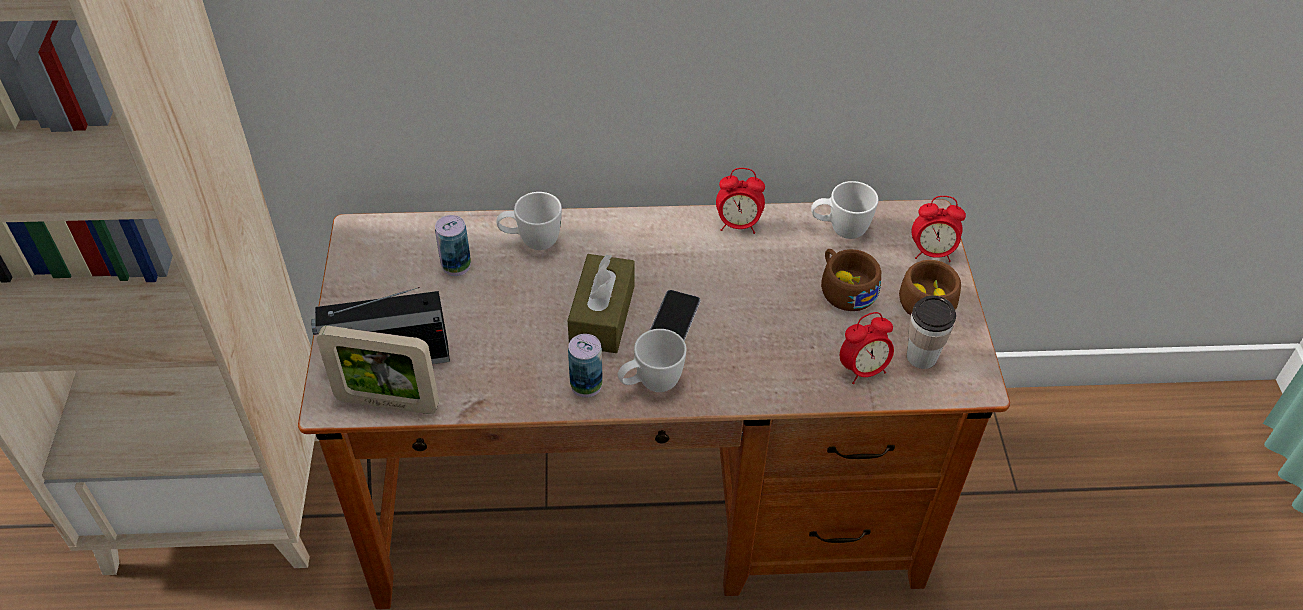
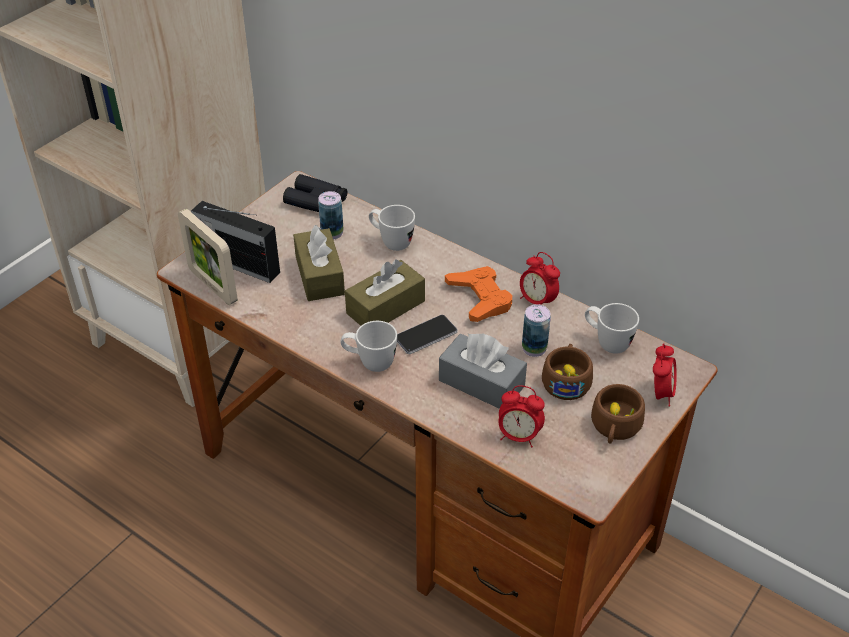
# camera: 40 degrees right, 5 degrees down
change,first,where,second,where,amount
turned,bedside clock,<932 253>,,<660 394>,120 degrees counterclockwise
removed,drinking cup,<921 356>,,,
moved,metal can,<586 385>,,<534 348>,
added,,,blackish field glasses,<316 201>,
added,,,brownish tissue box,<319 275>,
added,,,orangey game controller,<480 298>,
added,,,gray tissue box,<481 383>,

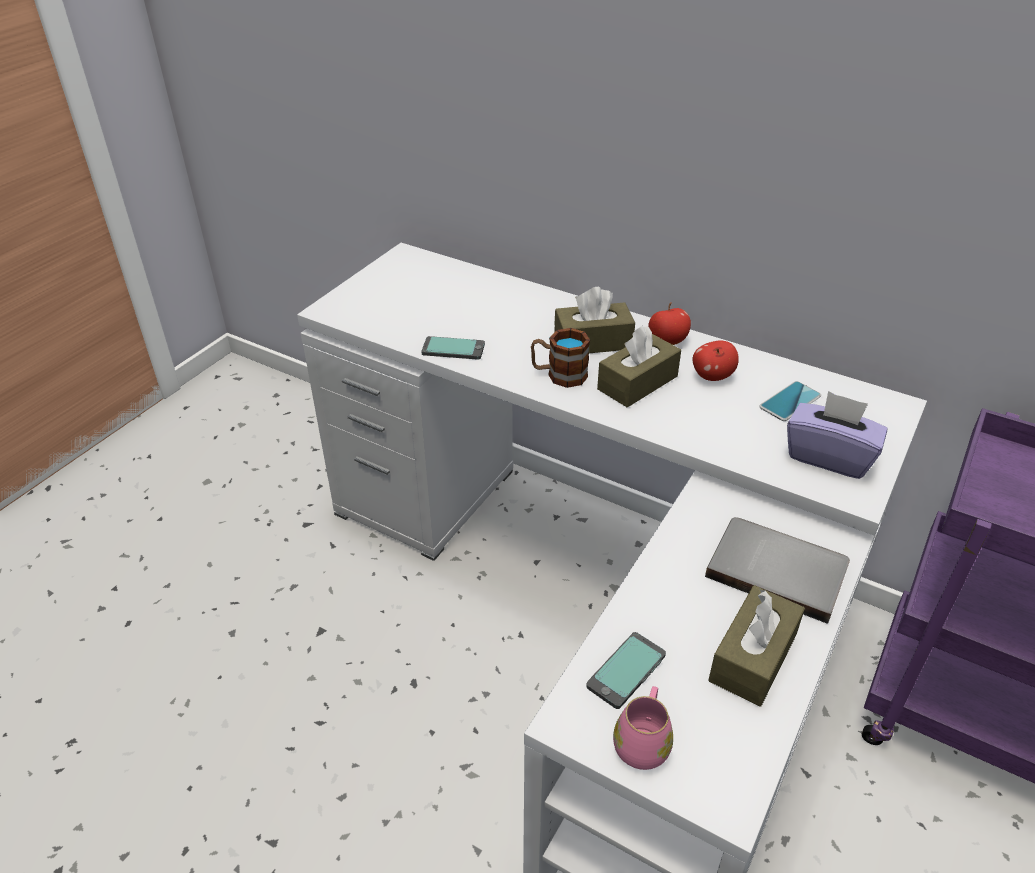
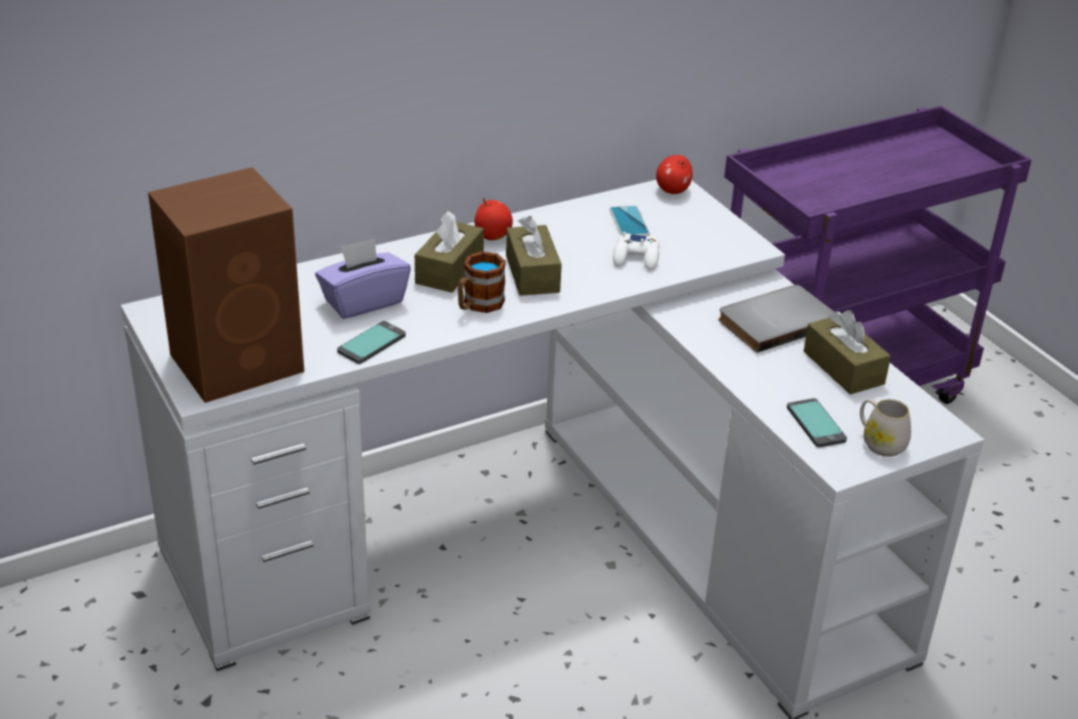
# camera: 60 degrees left, 5 degrees down
change,first,where,second,where,amount
moved,apple,<712 376>,,<672 191>,
moved,purple tissue box,<829 456>,,<363 301>,
recoloured,pinkish coffee mug,<643 741>,white-coloured coffee mug,<879 443>,
added,,,brownish speaker,<240 362>,
added,,,white-coloured game controller,<636 257>,

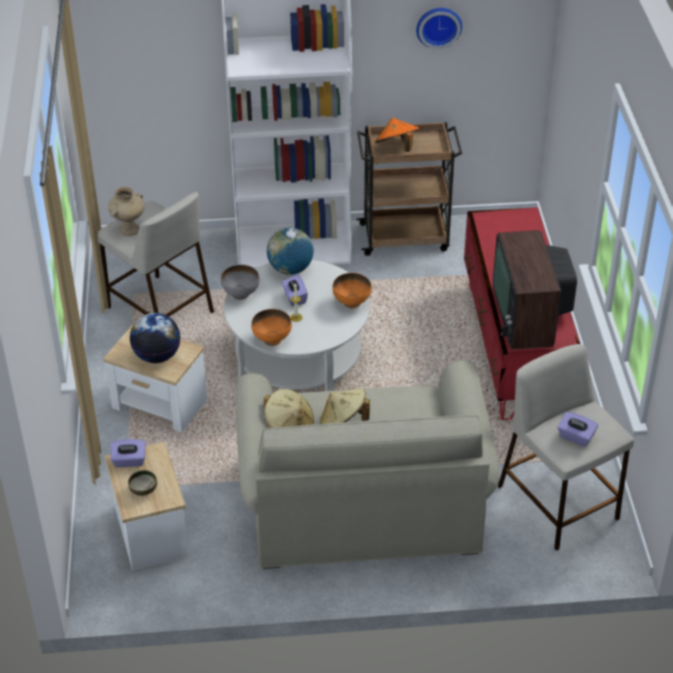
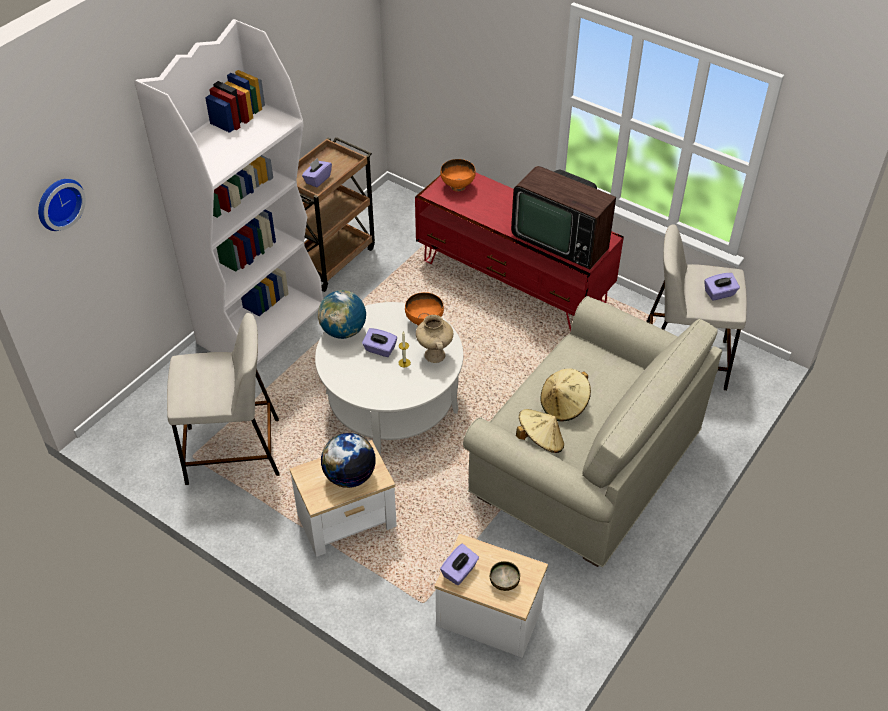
# camera: 50 degrees left, 5 degrees up
change,first,where,second,where,amount
moved,clock on the wall,<438 26>,,<58 203>,
replaced,orangey wearable hat,<397 147>,purple tissue box,<317 179>,
moved,sand-coloured flower vase,<129 229>,,<434 355>,
removed,gray serving bowl,<241 294>,,,
moved,orangey serving bowl,<272 339>,,<457 186>,

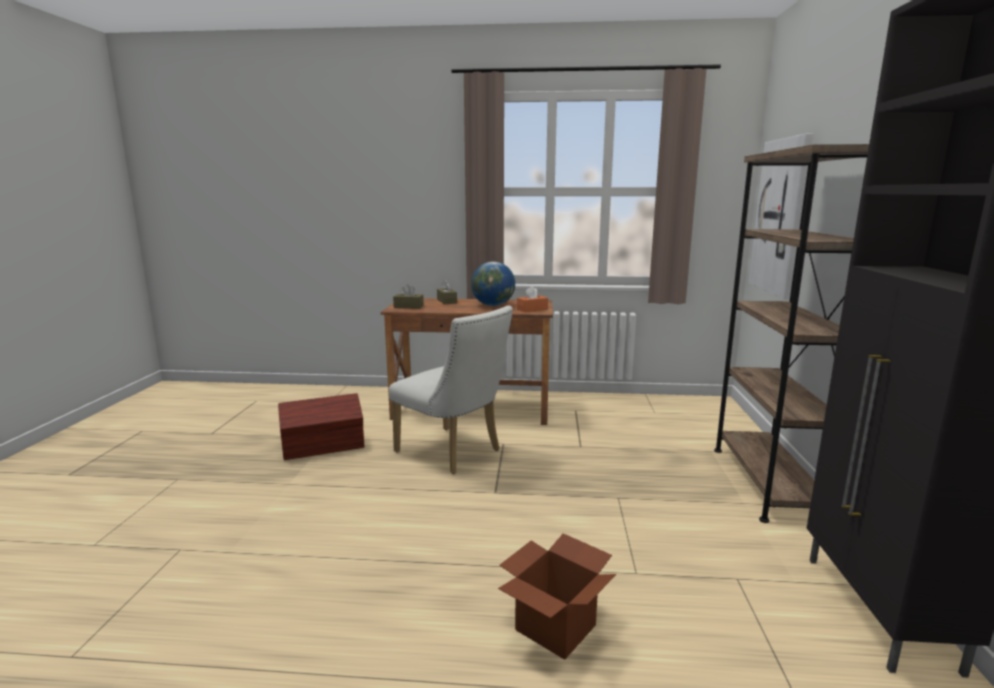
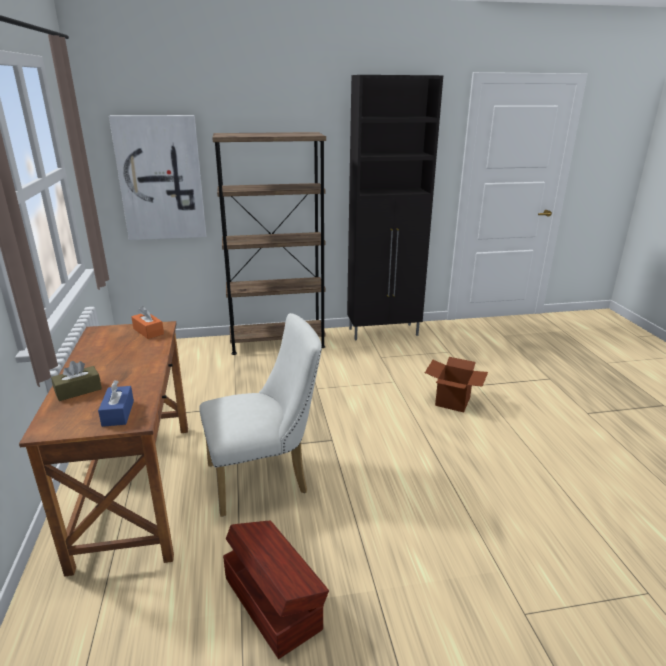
# camera: 105 degrees left, 10 degrees up
change,first,where,second,where,amount
removed,world globe,<493 305>,,,
recoloured,brownish tissue box,<408 307>,blue tissue box,<118 413>,
turned,white-coloured plain chair,<454 453>,,<265 478>,45 degrees clockwise

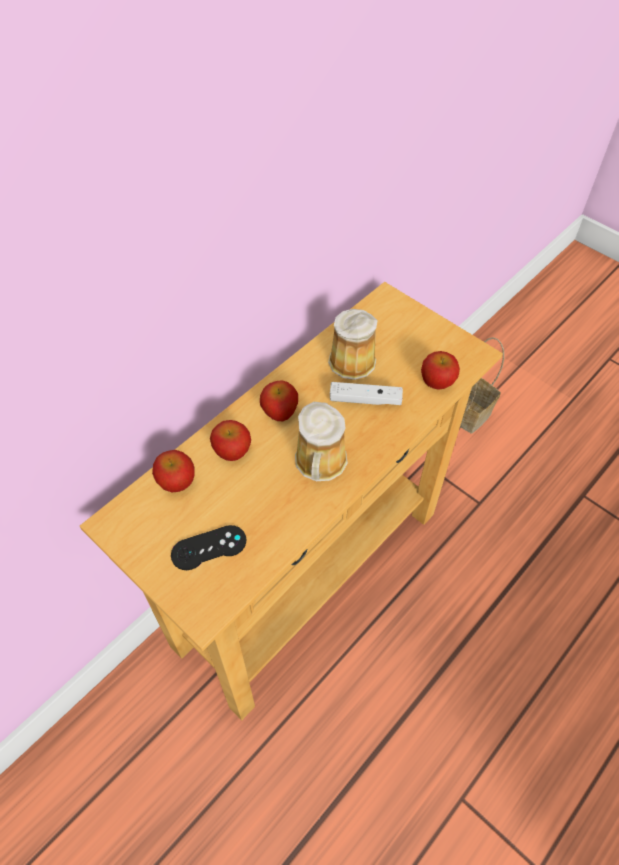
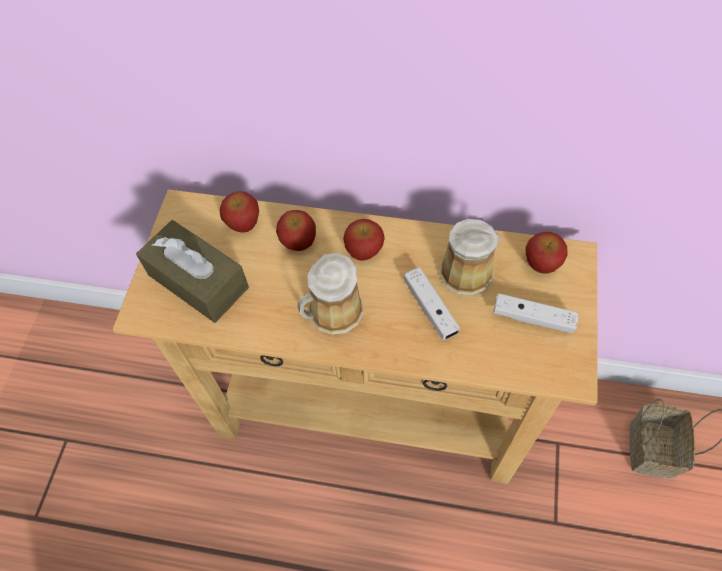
# camera: 60 degrees right, 5 degrees up
change,first,where,second,where,amount
moved,apple,<437 382>,,<541 264>,
replaced,blackish game controller,<209 548>,brownish tissue box,<198 281>,
added,,,white-coloured game controller,<533 318>,

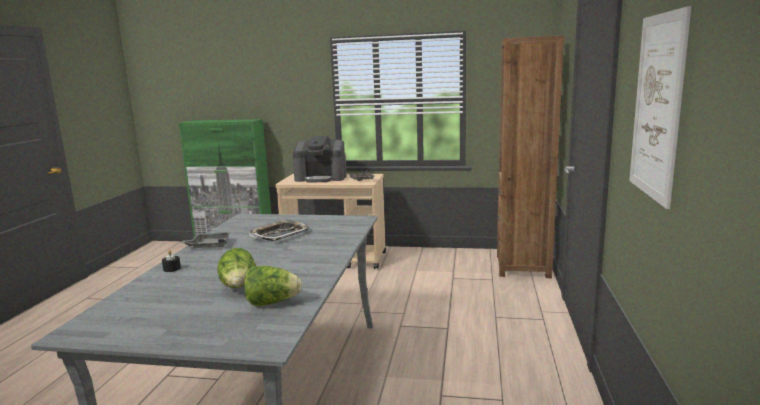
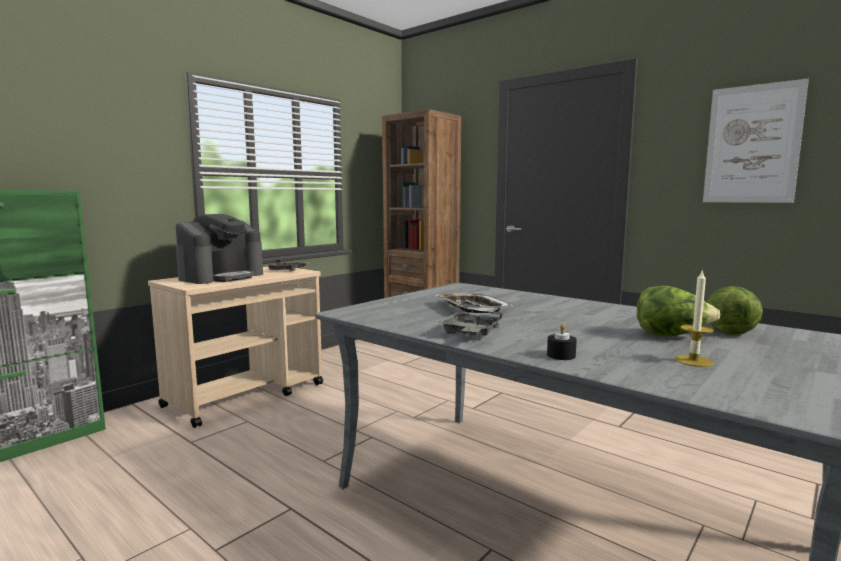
# camera: 60 degrees left, 5 degrees down
change,first,where,second,where,amount
added,,,candle,<693 361>,

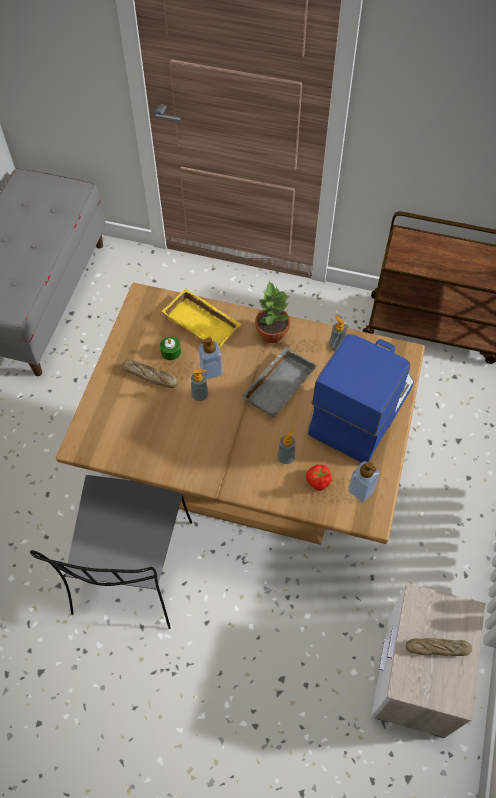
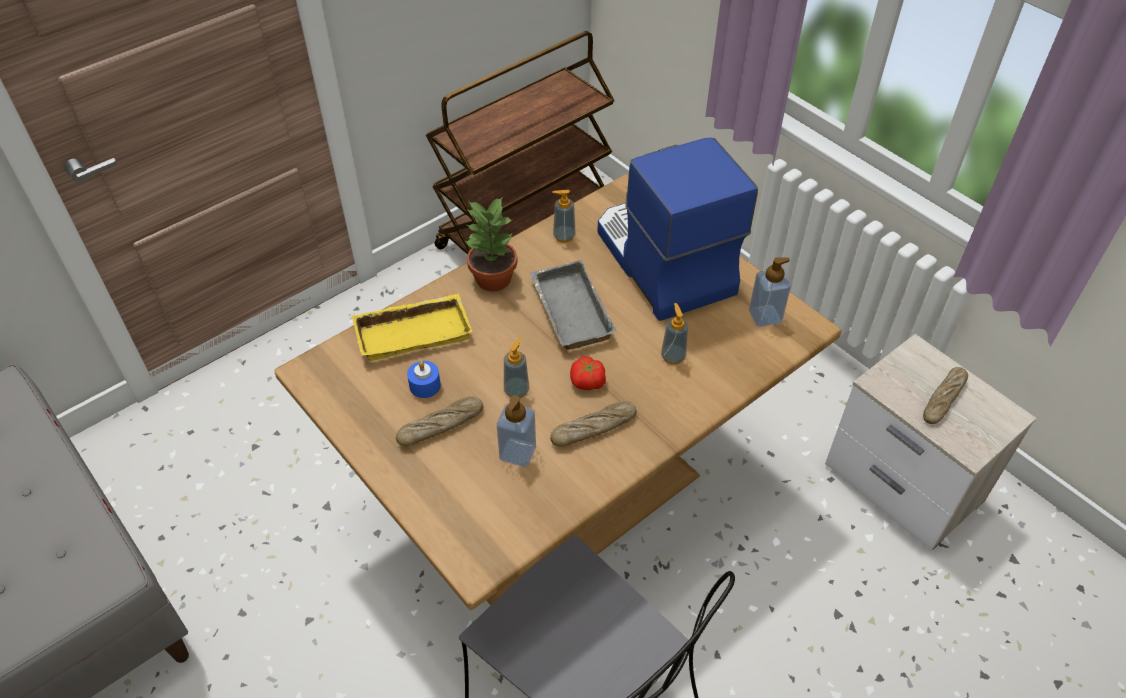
# camera: 55 degrees left, 10 degrees down
change,first,where,second,where,amount
recoloured,green-coloured candle,<171 352>,blue candle,<425 385>,
moved,liquid soap bottle,<211 370>,,<517 452>,
moved,whole tomato,<318 481>,,<587 382>,
added,,,baked bread,<593 428>,

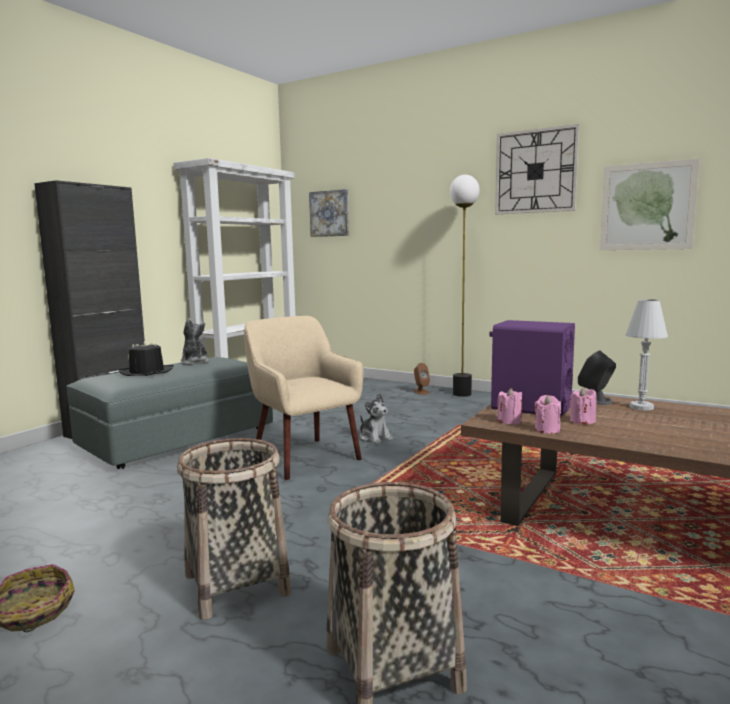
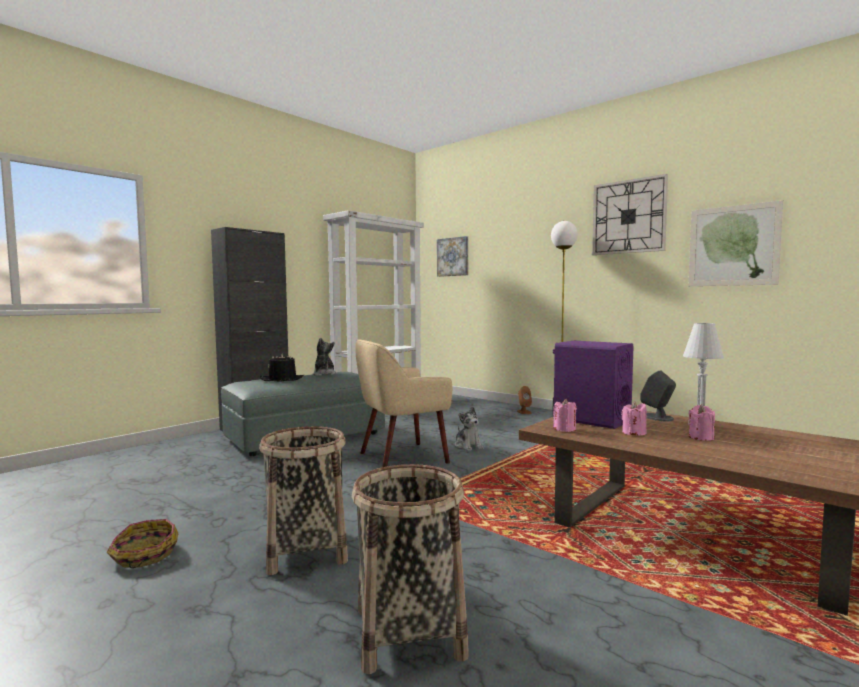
# camera: 10 degrees right, 5 degrees down
change,first,where,second,where,amount
turned,sand-coloured easy chair,<304 457>,,<401 457>,90 degrees counterclockwise
moved,pinkish candle,<547 430>,,<701 437>,

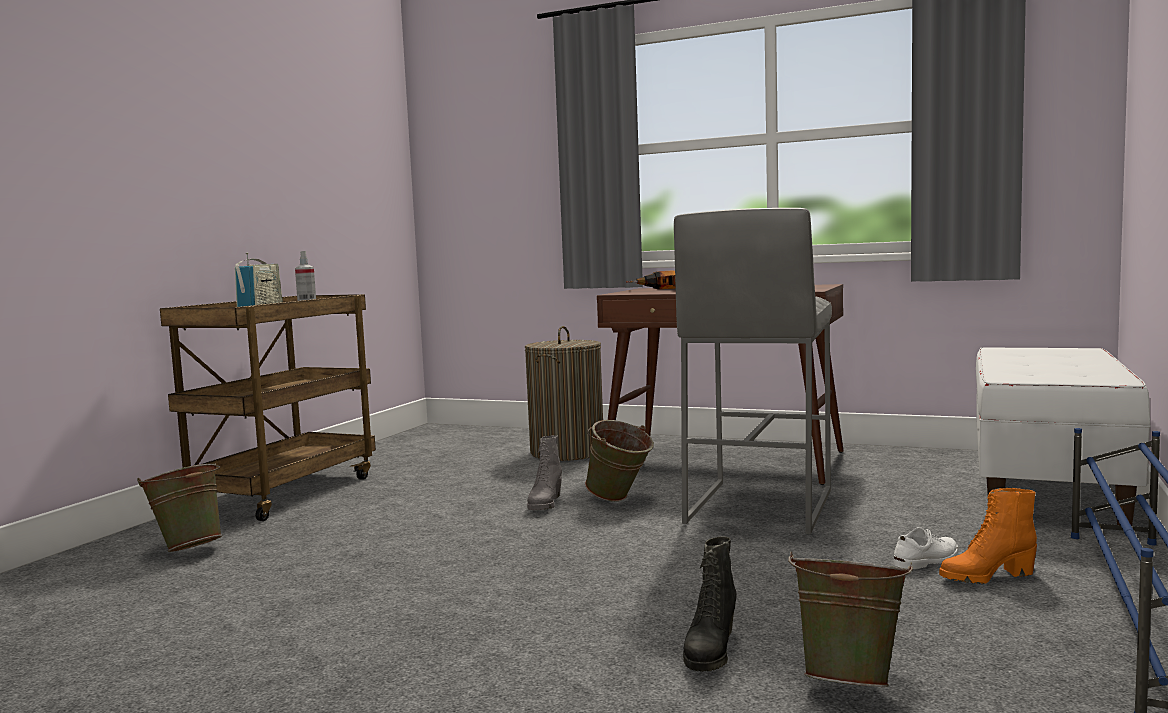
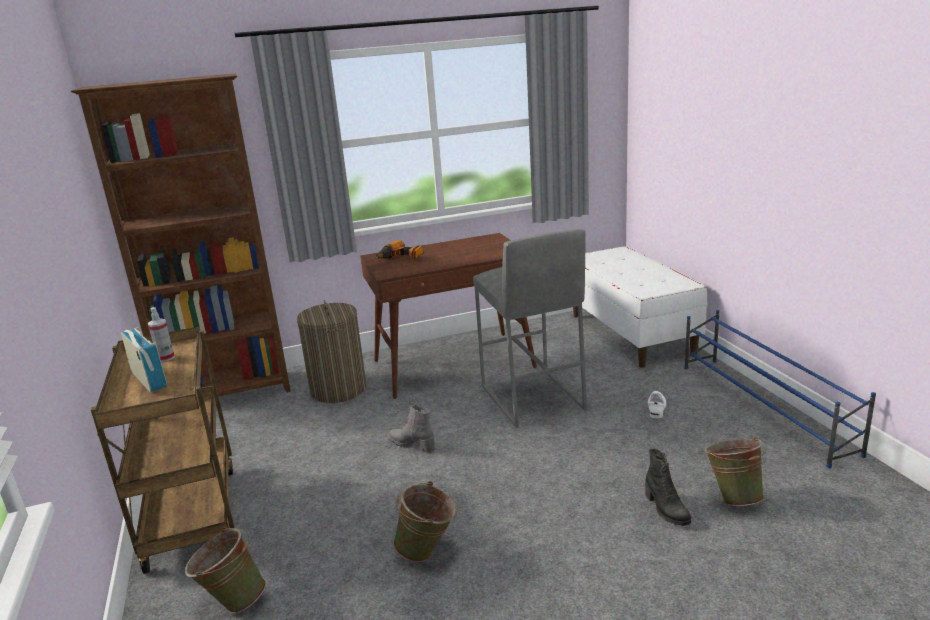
# camera: 40 degrees left, 15 degrees up
change,first,where,second,where,amount
moved,green-coloured pail,<619 500>,,<429 552>,
turned,gray boot,<545 504>,,<412 444>,150 degrees clockwise
removed,orangey boot,<986 577>,,,
added,,,brownish shelving unit,<230 394>,

